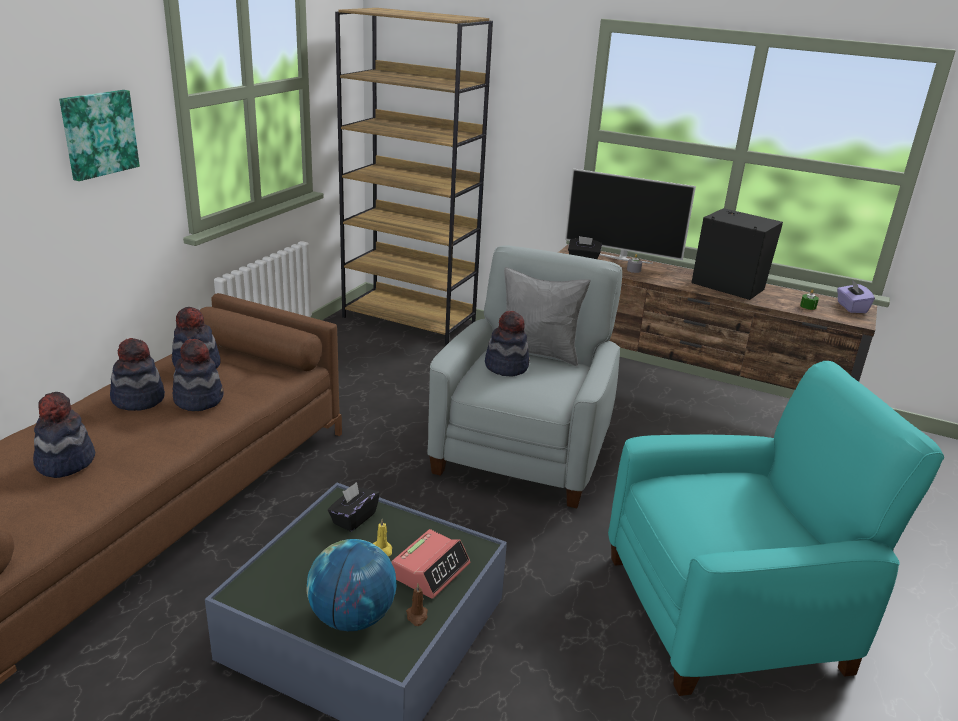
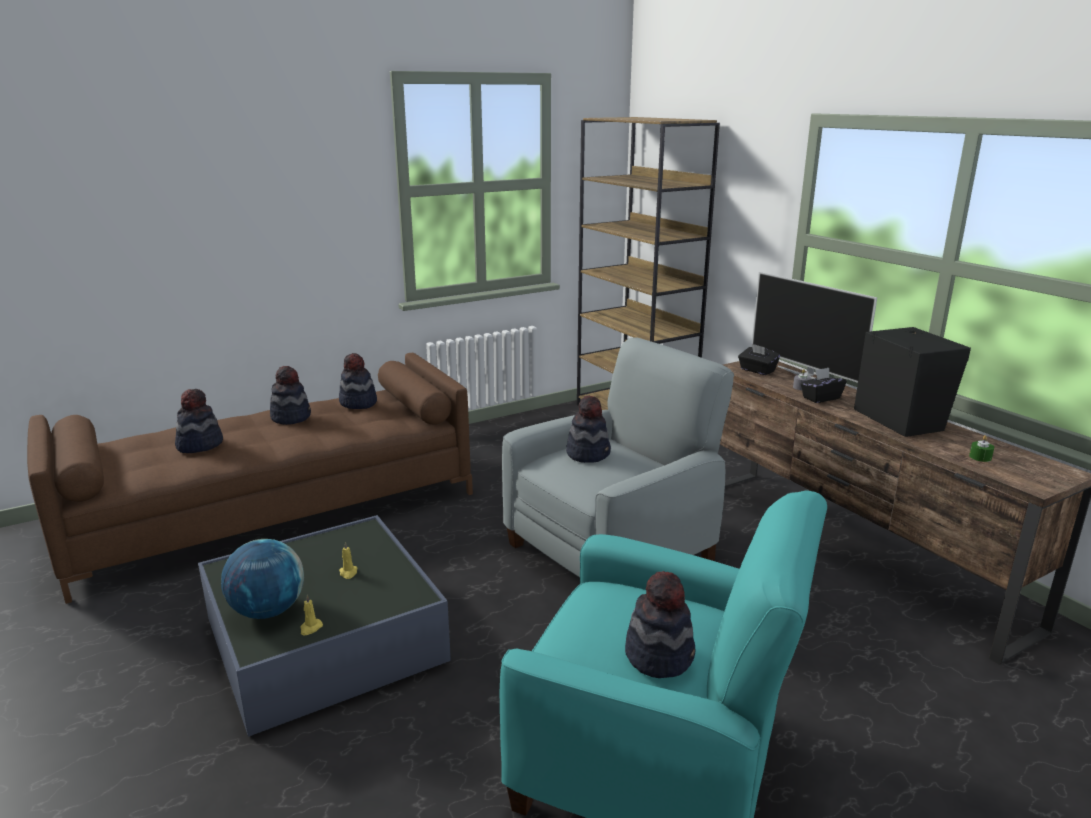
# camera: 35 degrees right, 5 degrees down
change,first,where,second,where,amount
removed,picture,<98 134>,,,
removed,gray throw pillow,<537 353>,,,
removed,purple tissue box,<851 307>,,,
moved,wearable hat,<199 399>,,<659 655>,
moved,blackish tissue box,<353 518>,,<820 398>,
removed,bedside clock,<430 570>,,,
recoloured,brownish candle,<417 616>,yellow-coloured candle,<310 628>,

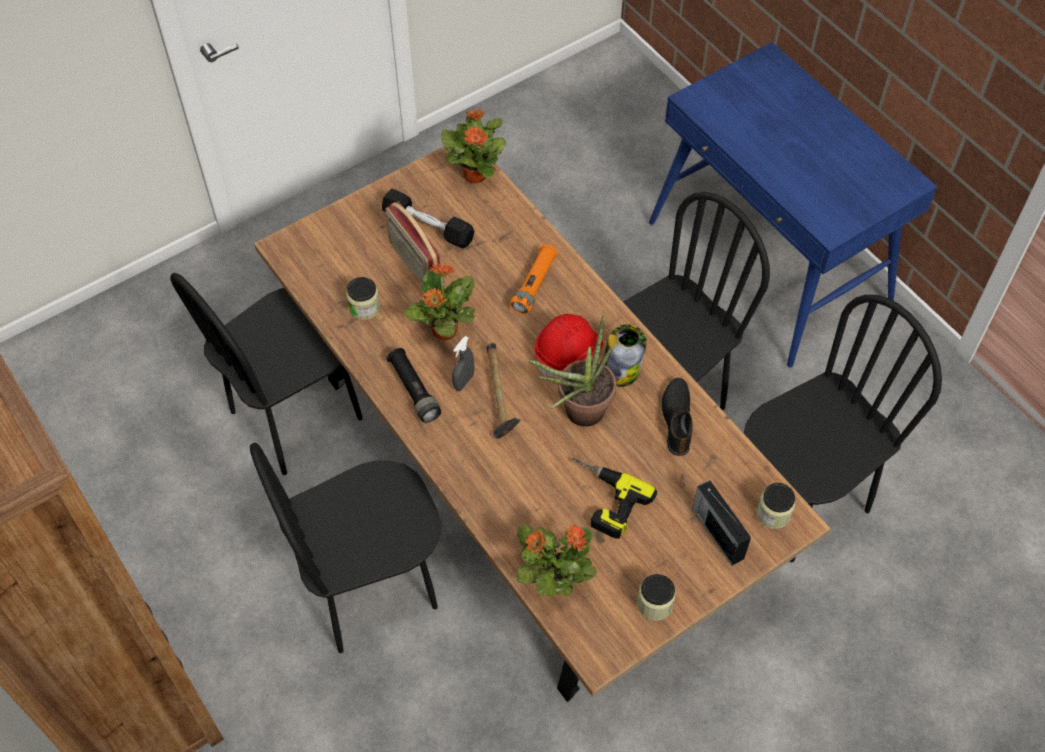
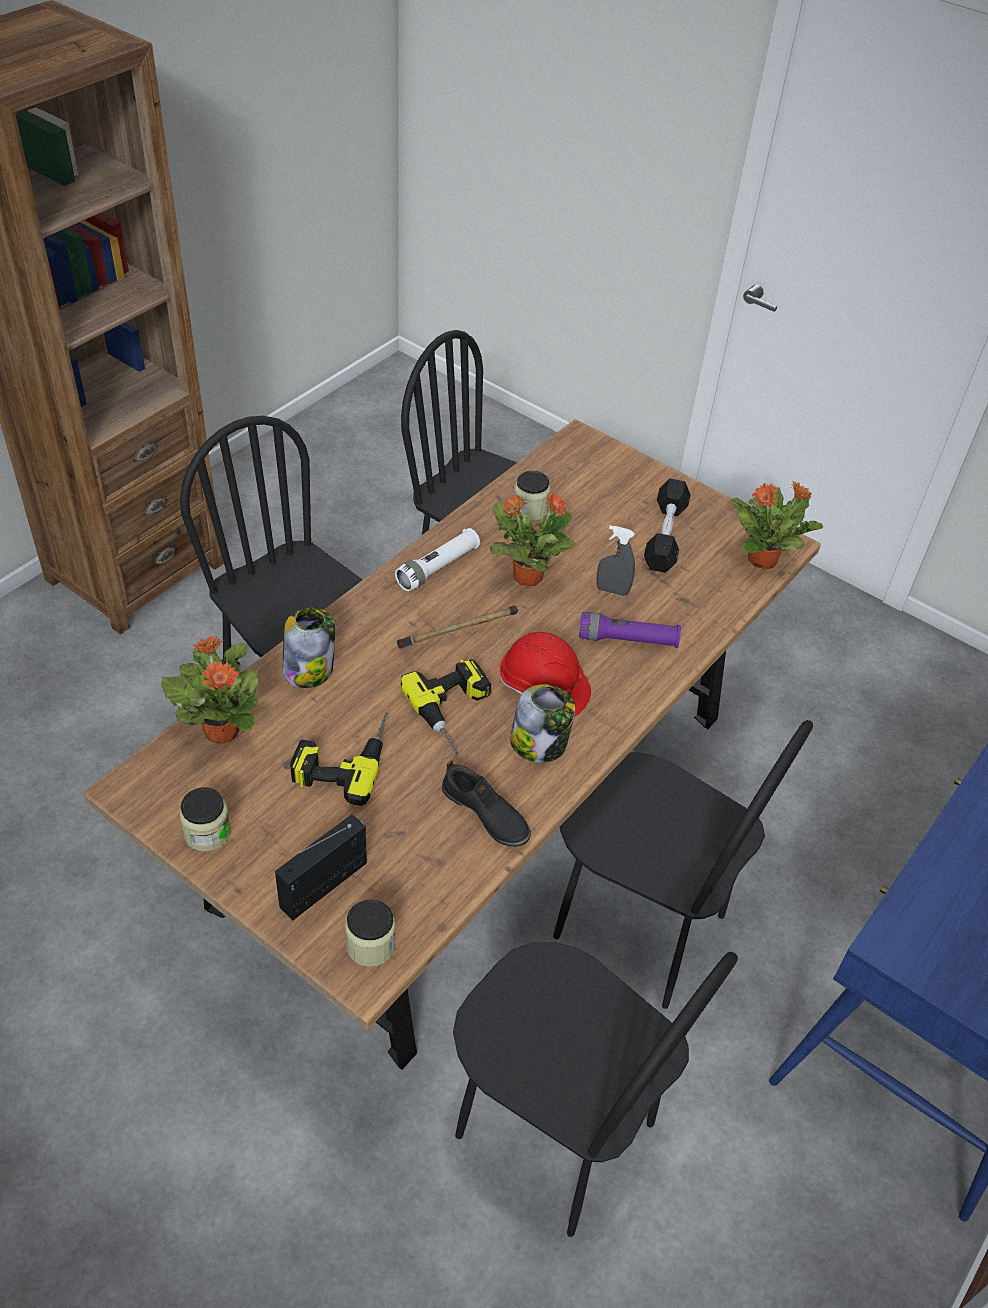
# camera: 70 degrees right, 10 degrees down
change,first,where,second,where,amount
removed,radio,<414 265>,,,
recoloured,orangey hand torch,<534 285>,purple hand torch,<627 640>,
replaced,plant in a pot,<577 414>,power drill,<457 712>,
moved,gray hand sprayer,<464 381>,,<612 591>,
recoloured,blackish hand torch,<414 390>,white-coloured hand torch,<438 568>,
turned,blackish item of footwear,<678 419>,,<485 814>,60 degrees clockwise
added,,,storage jar,<309 669>,

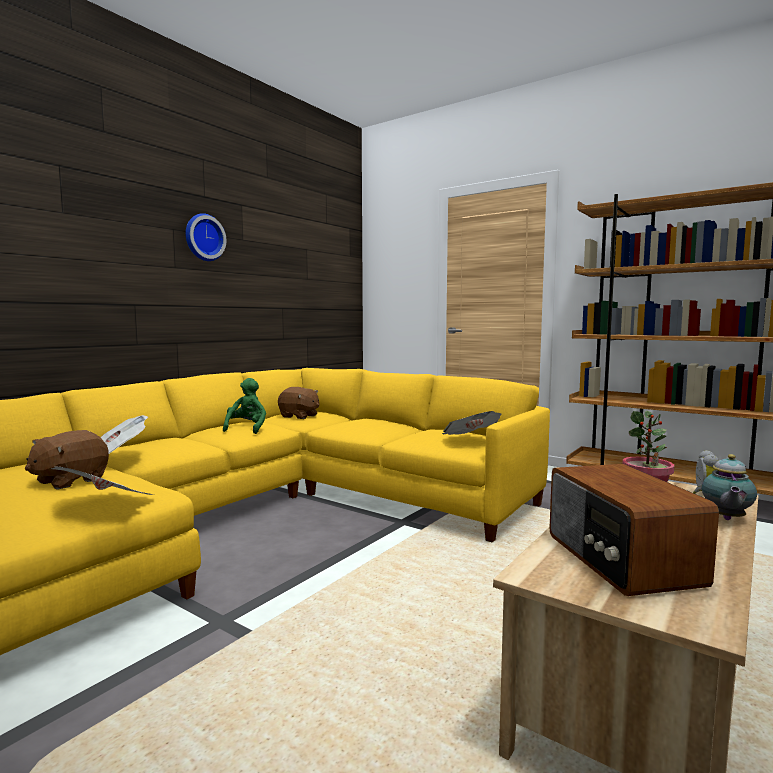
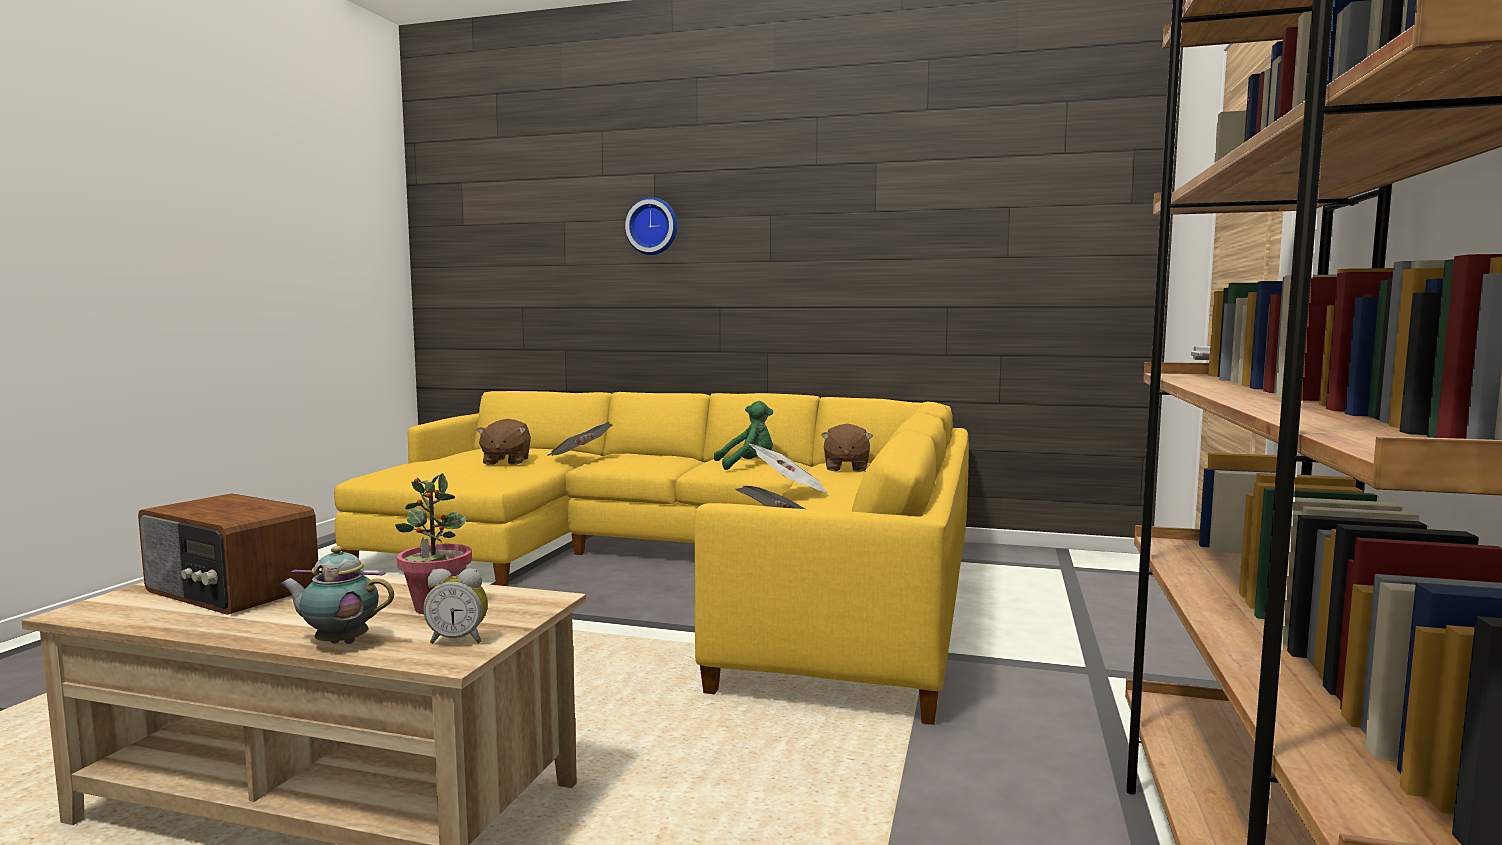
# camera: 70 degrees right, 0 degrees up
change,first,where,second,where,amount
moved,clock on the wall,<203 237>,,<653 226>,
turned,brownish cuddly toy,<70 481>,,<505 461>,105 degrees counterclockwise
turned,radio,<619 560>,,<230 591>,120 degrees counterclockwise
moved,newspaper,<107 505>,,<790 490>,

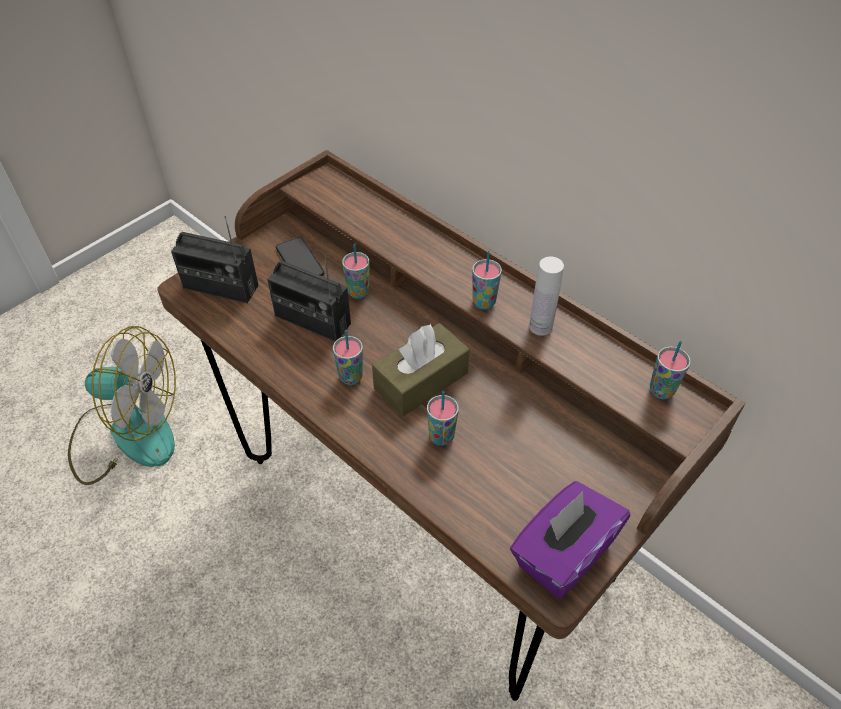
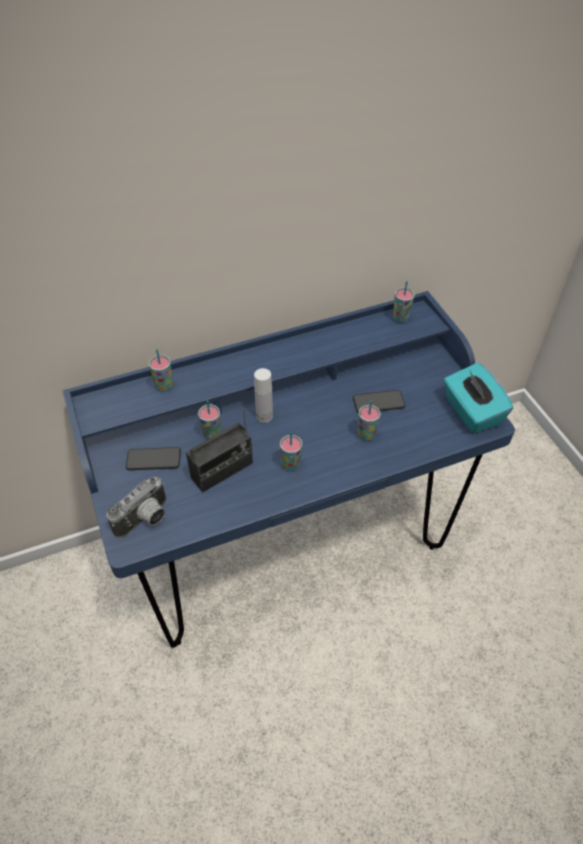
# camera: 65 degrees left, 0 degrees up
change,first,where,second,where,amount
recoloured,brownish desk table,<422 518>,blue desk table,<290 548>,
replaced,radio,<220 287>,still camera,<145 520>,
moved,drinking cup,<484 302>,,<164 386>,
moved,white-coloured bottle,<540 326>,,<264 416>,
removed,brownish tissue box,<421 380>,,,
removed,cooling fan,<127 434>,,,
recoloured,purple tissue box,<563 553>,turquoise-coloured tissue box,<471 412>,
added,,,telephone,<378 402>,

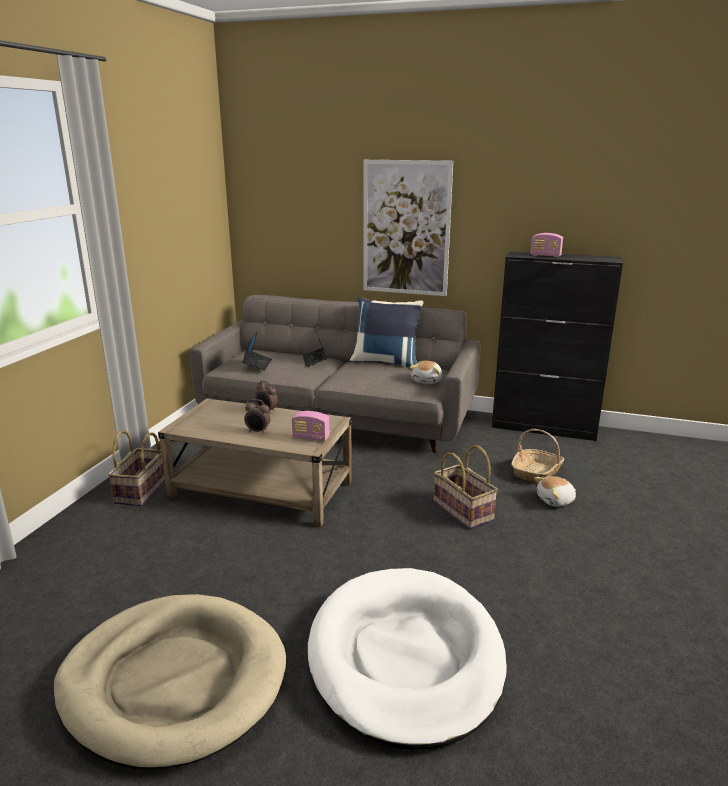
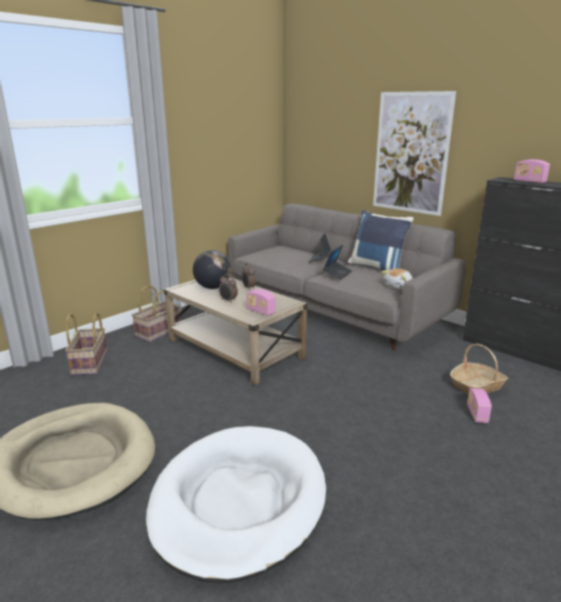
# camera: 25 degrees right, 0 degrees up
change,first,where,second,where,amount
moved,portable computer,<257 364>,,<337 274>,
moved,household basket,<464 510>,,<90 363>,
replaced,cuddly toy,<556 500>,radio,<477 414>,
added,,,world globe,<213 287>,

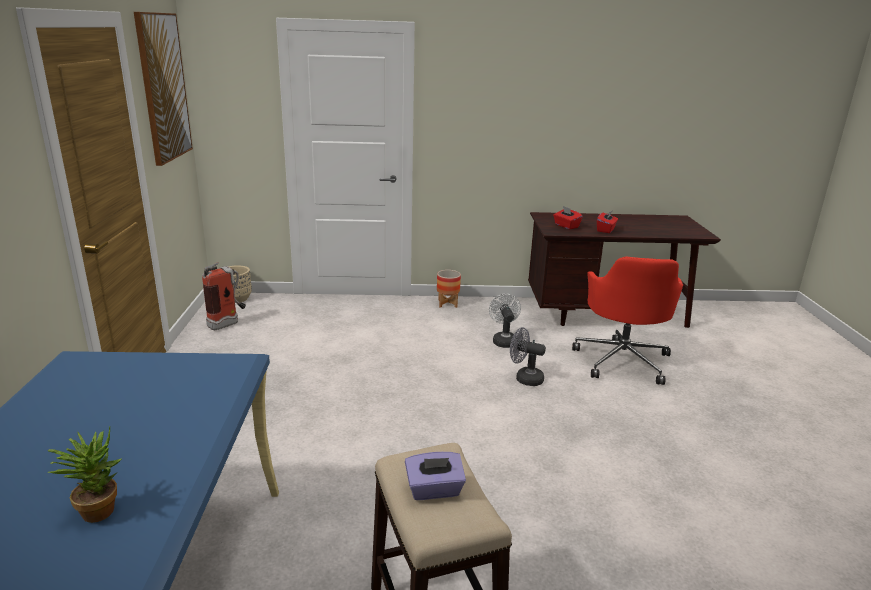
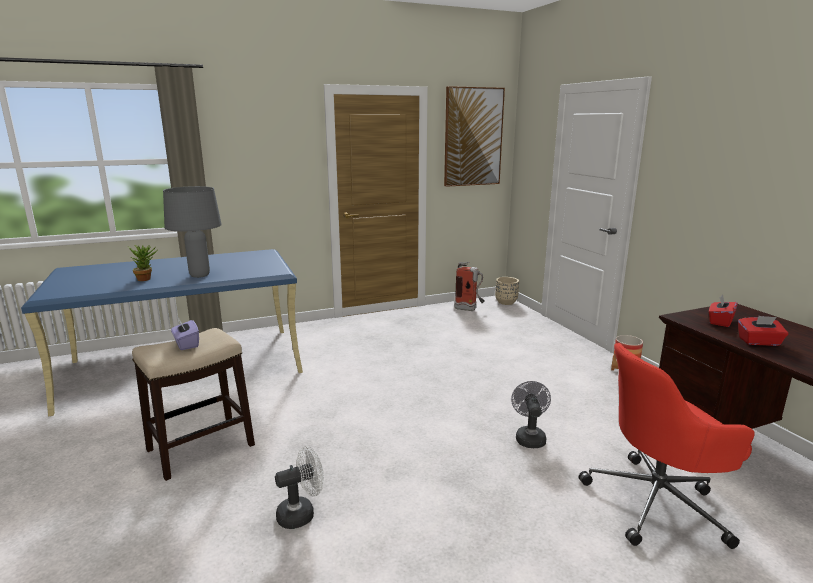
# camera: 70 degrees right, 5 degrees down
change,first,where,second,where,amount
moved,white-coloured cooling fan,<503 340>,,<301 513>,
added,,,gray tabletop lamp,<199 275>,

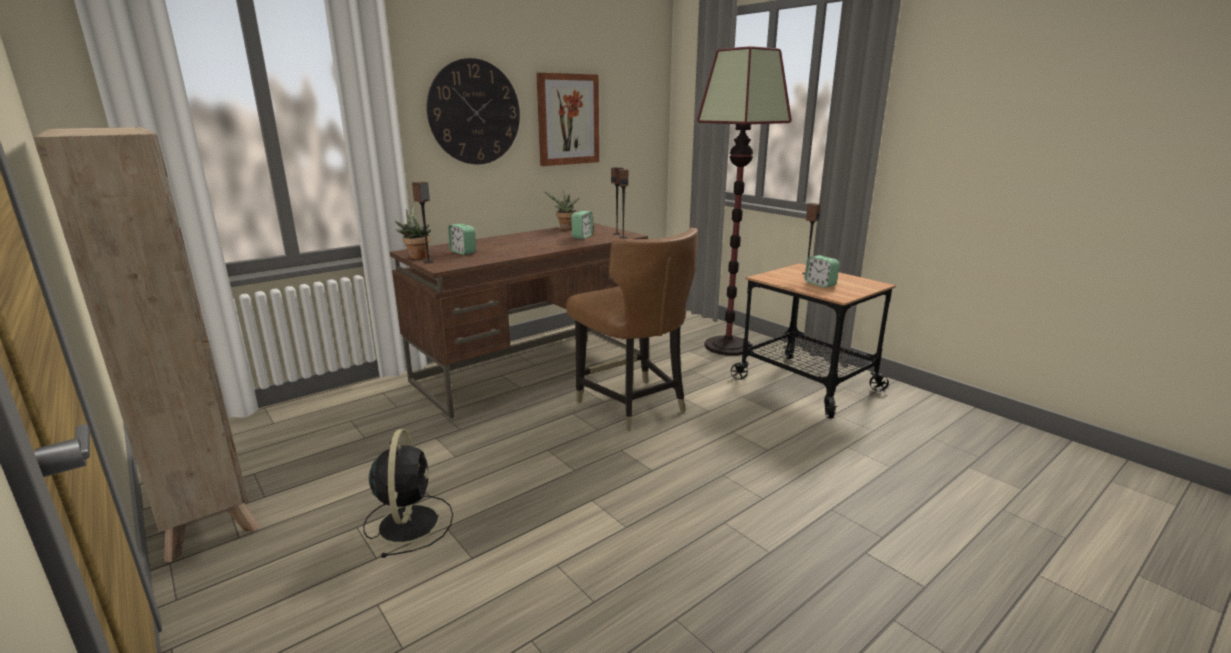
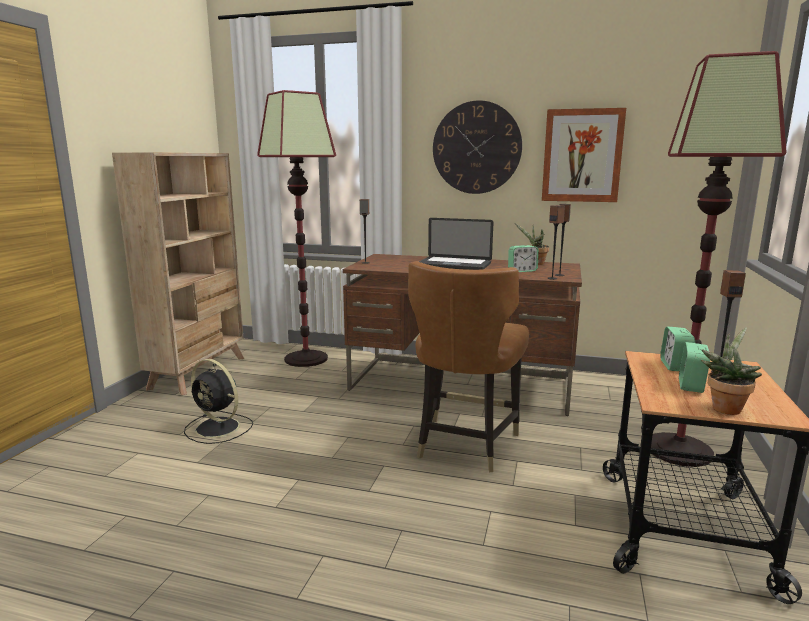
# camera: 55 degrees right, 5 degrees down
change,first,where,second,where,amount
moved,plant in a pot,<417 256>,,<725 407>,
moved,bedside clock,<463 252>,,<674 366>,
turned,blackish cooling fan,<409 522>,,<219 428>,75 degrees clockwise
added,,,floor lamp,<306 359>,
added,,,portable computer,<454 265>,

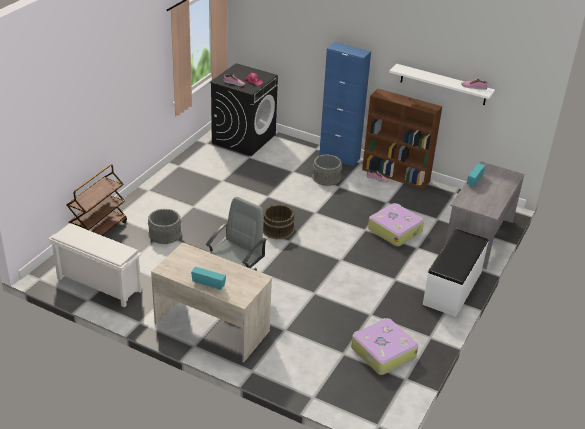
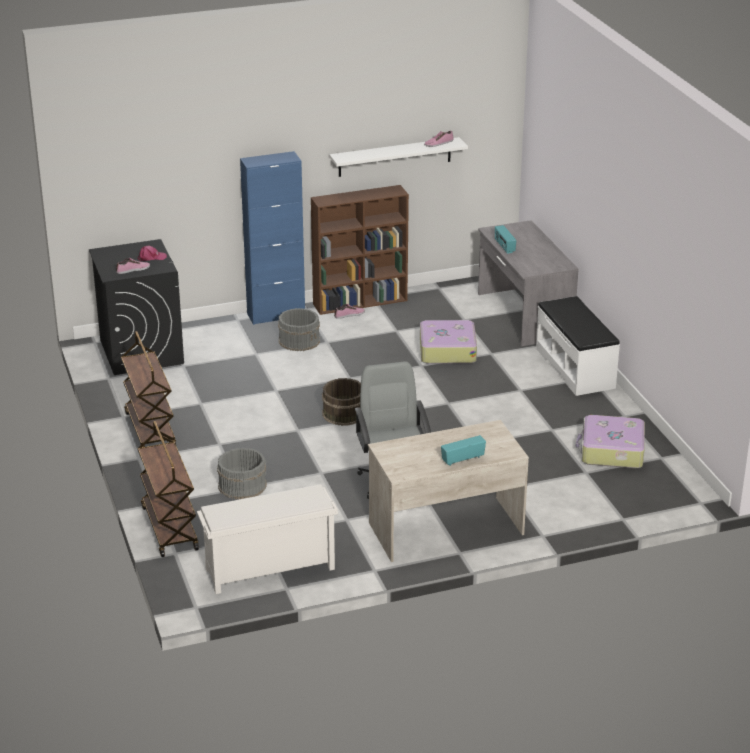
# camera: 45 degrees left, 5 degrees down
change,first,where,second,where,amount
added,,,brownish wheeled cart,<149 430>,

